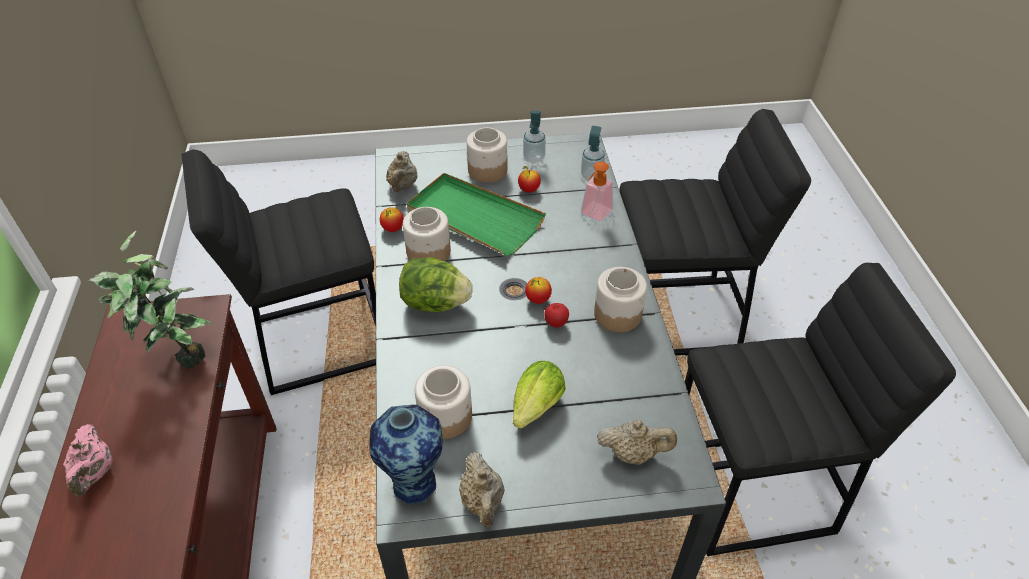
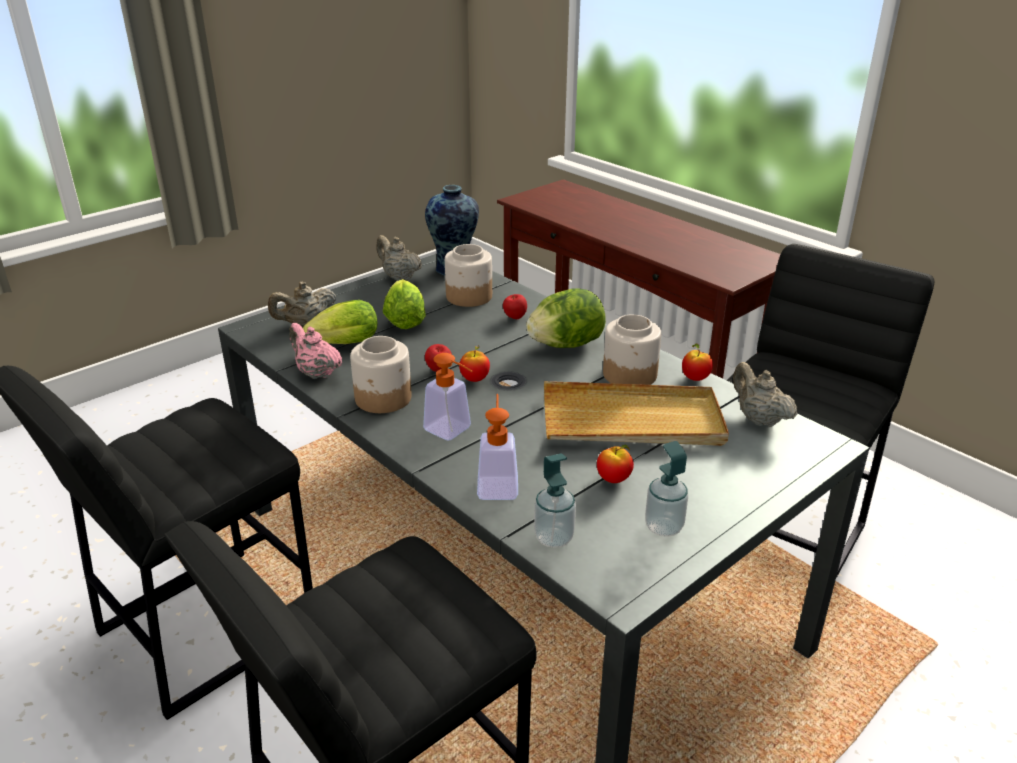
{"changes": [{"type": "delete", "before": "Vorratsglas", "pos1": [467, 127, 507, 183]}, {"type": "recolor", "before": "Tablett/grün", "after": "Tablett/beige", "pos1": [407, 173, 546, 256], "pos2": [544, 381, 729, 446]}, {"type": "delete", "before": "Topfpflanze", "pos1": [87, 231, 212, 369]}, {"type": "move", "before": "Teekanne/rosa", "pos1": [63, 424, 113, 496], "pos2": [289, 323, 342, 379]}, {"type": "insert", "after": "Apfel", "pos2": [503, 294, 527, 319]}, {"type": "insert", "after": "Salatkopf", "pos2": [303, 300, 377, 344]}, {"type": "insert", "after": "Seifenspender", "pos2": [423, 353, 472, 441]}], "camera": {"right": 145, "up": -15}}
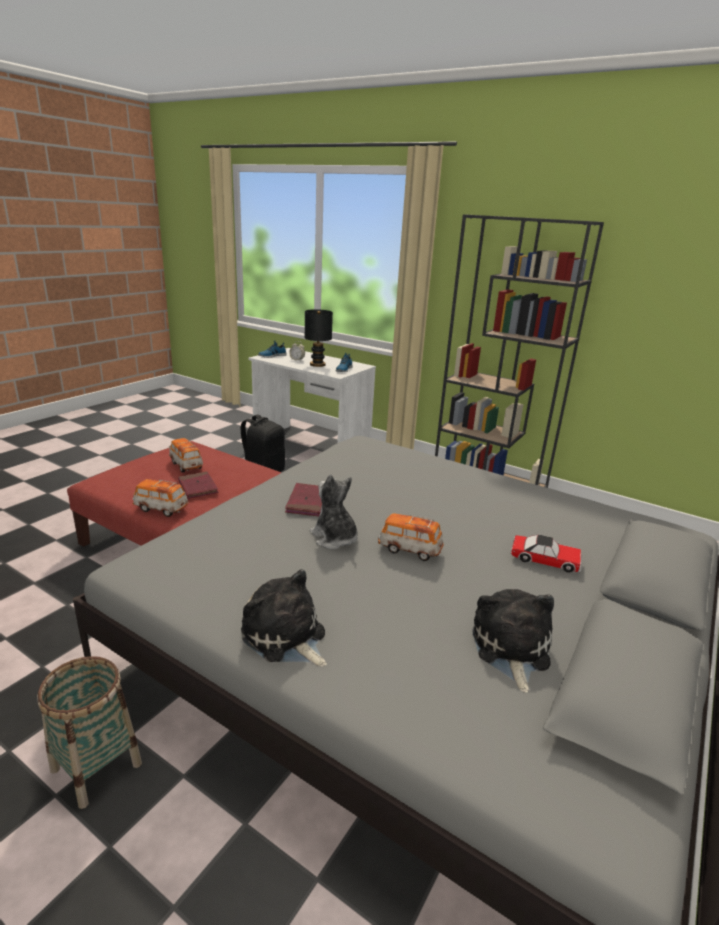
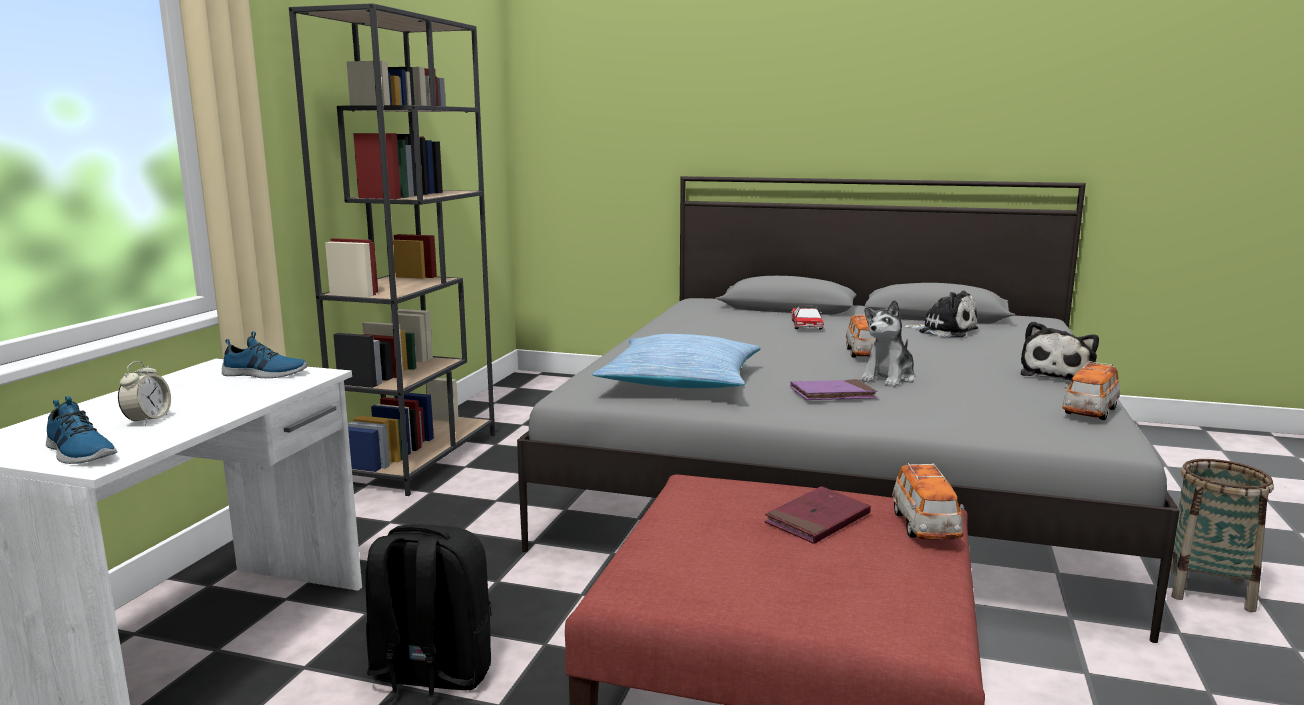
{"changes": [{"type": "delete", "before": "Tischlampe/schwarz", "pos1": [305, 309, 333, 367]}, {"type": "move", "before": "Spielzeugauto", "pos1": [169, 438, 203, 473], "pos2": [1062, 361, 1120, 420]}, {"type": "recolor", "before": "Buch/rot", "after": "Buch/lila", "pos1": [285, 483, 322, 517], "pos2": [790, 379, 878, 400]}, {"type": "rotate", "before": "Plüschtier", "pos1": [472, 589, 554, 693], "pos2": [903, 291, 978, 337], "turn": -135}, {"type": "insert", "after": "Kissen", "pos2": [592, 334, 761, 388]}], "camera": {"right": -105, "up": -10}}
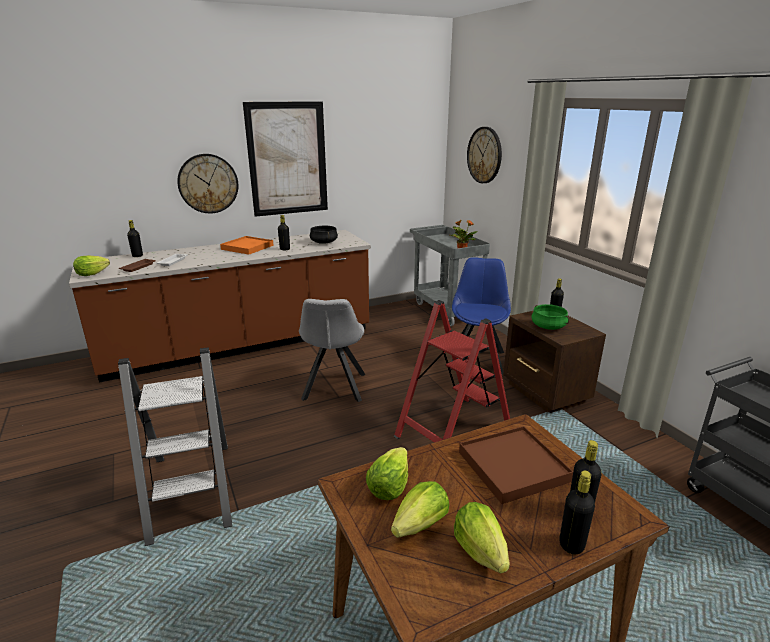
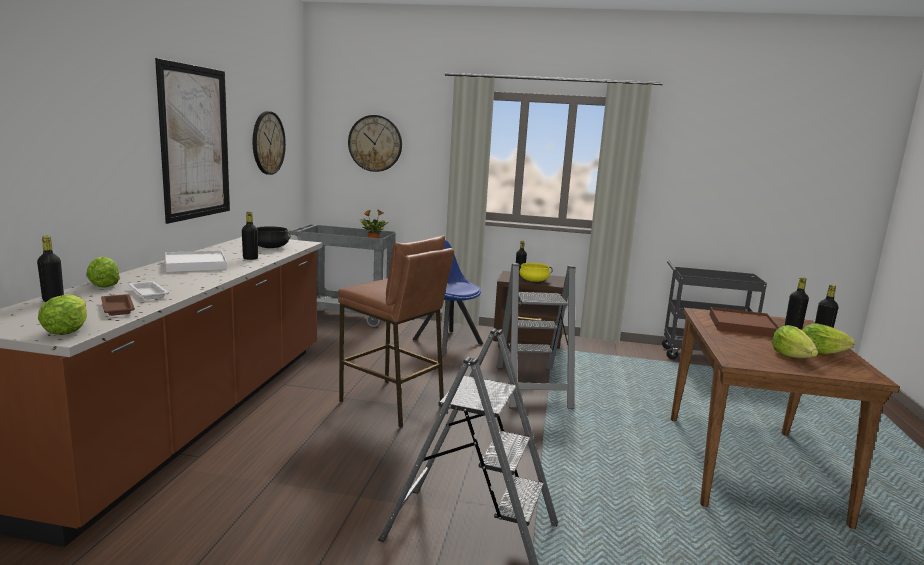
{"changes": [{"type": "move", "before": "Wanduhr", "pos1": [177, 154, 238, 213], "pos2": [253, 111, 286, 175]}, {"type": "recolor", "before": "Tablett/orange", "after": "Tablett/weiß", "pos1": [220, 236, 274, 255], "pos2": [165, 251, 227, 272]}, {"type": "replace", "before": "Stuhl/grau", "after": "Hocker/braun", "pos1": [299, 299, 366, 402], "pos2": [338, 236, 454, 427]}, {"type": "recolor", "before": "Trittleiter/rot", "after": "Trittleiter/grau", "pos1": [394, 300, 510, 443], "pos2": [497, 263, 576, 409]}, {"type": "recolor", "before": "Kochtopf/grün", "after": "Kochtopf/gelb", "pos1": [531, 304, 569, 330], "pos2": [519, 263, 553, 282]}, {"type": "move", "before": "Salatkopf", "pos1": [366, 447, 408, 500], "pos2": [86, 257, 120, 288]}], "camera": {"right": -55, "up": -10}}
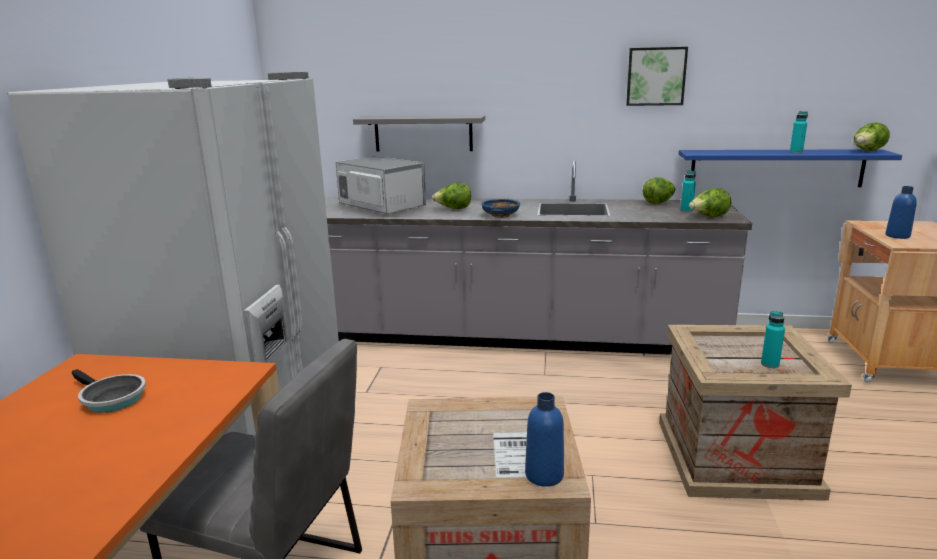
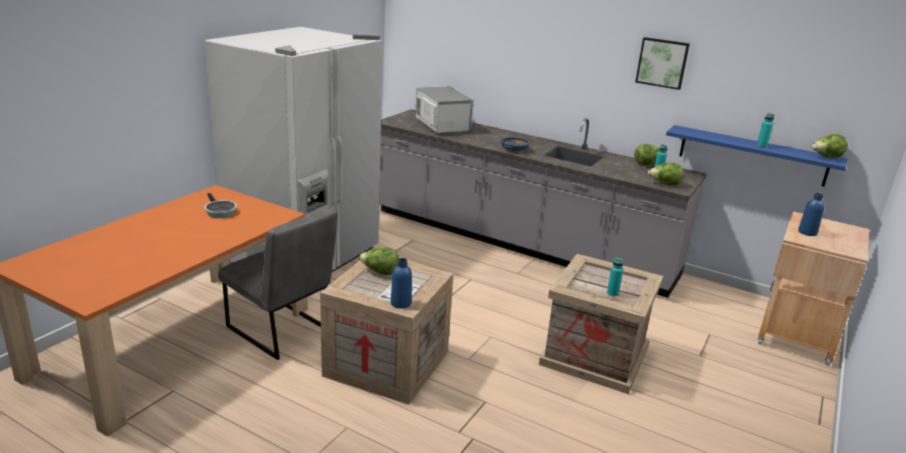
{"changes": [{"type": "delete", "before": "Wandregal/grau", "pos1": [353, 115, 485, 152]}, {"type": "move", "before": "Salatkopf", "pos1": [432, 183, 471, 209], "pos2": [359, 247, 399, 275]}], "camera": {"right": 20, "up": 5}}
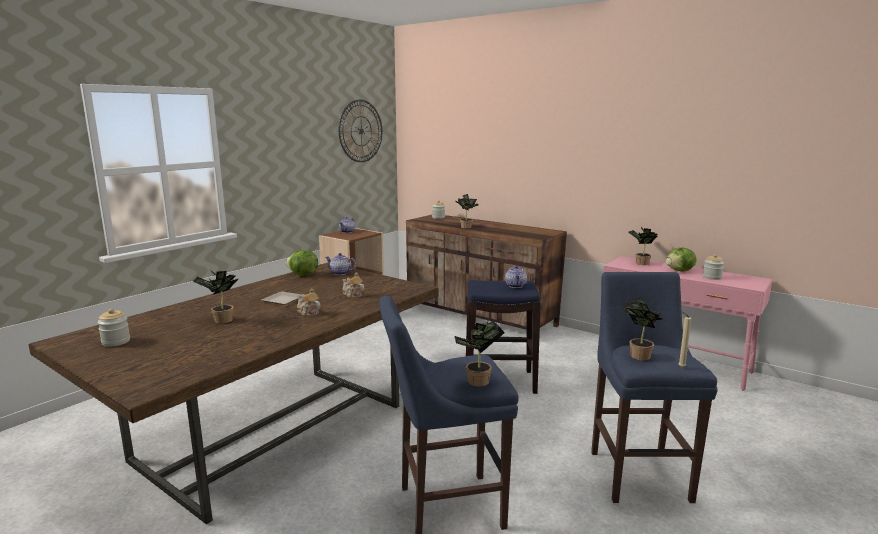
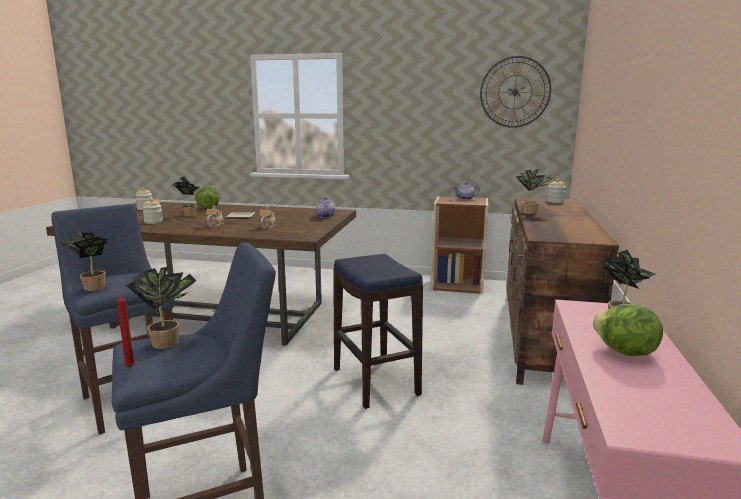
{"changes": [{"type": "move", "before": "Salatkopf", "pos1": [286, 250, 318, 276], "pos2": [195, 186, 219, 208]}, {"type": "move", "before": "Vorratsglas", "pos1": [703, 254, 724, 280], "pos2": [142, 198, 163, 224]}, {"type": "delete", "before": "Teekanne", "pos1": [505, 265, 527, 288]}, {"type": "recolor", "before": "Kerze/beige", "after": "Kerze/rot", "pos1": [679, 312, 691, 367], "pos2": [117, 289, 135, 368]}], "camera": {"right": 65, "up": 0}}
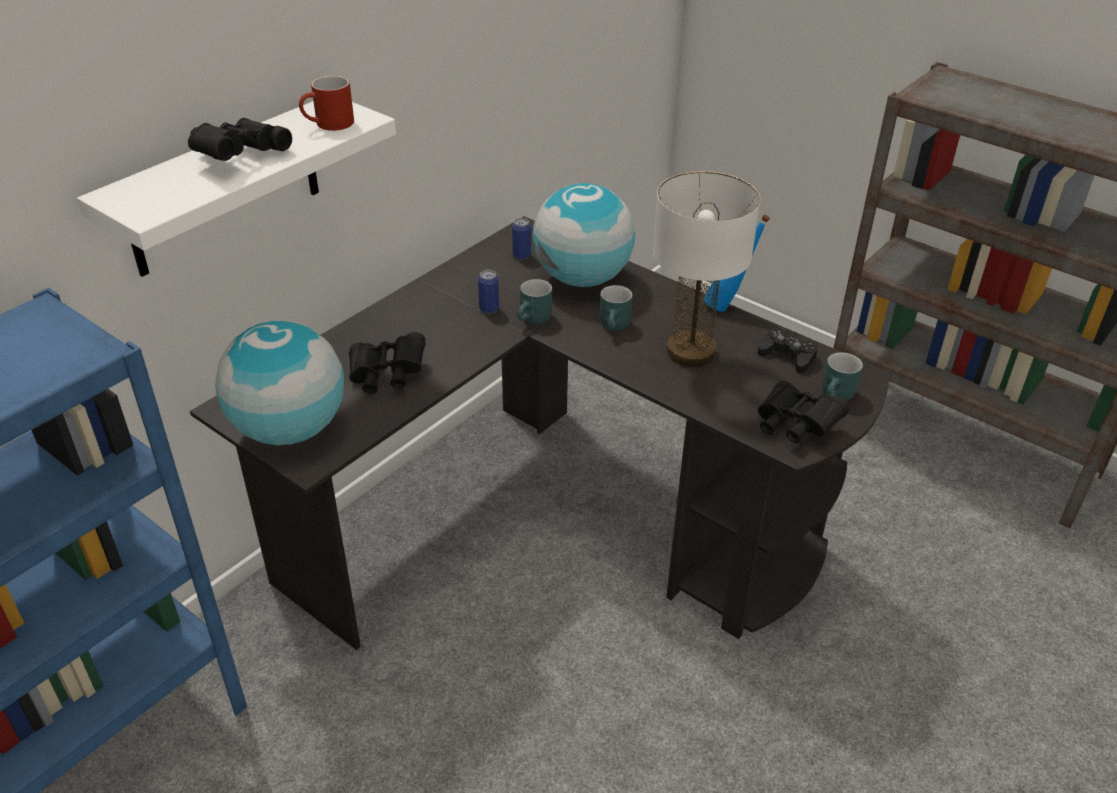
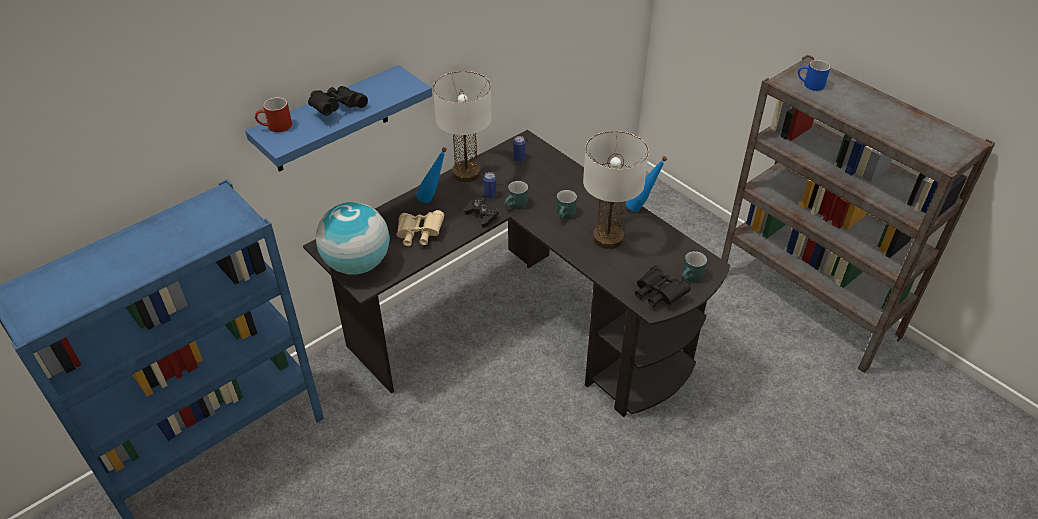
{"changes": [{"type": "move", "before": "Henkelbecher/rot", "pos1": [299, 75, 354, 131], "pos2": [255, 97, 292, 132]}, {"type": "recolor", "before": "Wandregal/weiß", "after": "Wandregal/blau", "pos1": [77, 101, 396, 277], "pos2": [245, 65, 432, 172]}, {"type": "delete", "before": "Globus", "pos1": [533, 183, 635, 287]}, {"type": "move", "before": "Gamepad/schwarz", "pos1": [758, 327, 818, 373], "pos2": [464, 198, 499, 228]}, {"type": "recolor", "before": "Fernglas/schwarz", "after": "Fernglas/beige", "pos1": [349, 332, 425, 394], "pos2": [397, 210, 444, 246]}, {"type": "insert", "after": "Henkelbecher/blau", "pos2": [798, 60, 831, 91]}, {"type": "insert", "after": "Tischlampe", "pos2": [433, 71, 492, 182]}, {"type": "insert", "after": "Flasche/blau", "pos2": [416, 147, 447, 203]}], "camera": {"right": 10, "up": 5}}
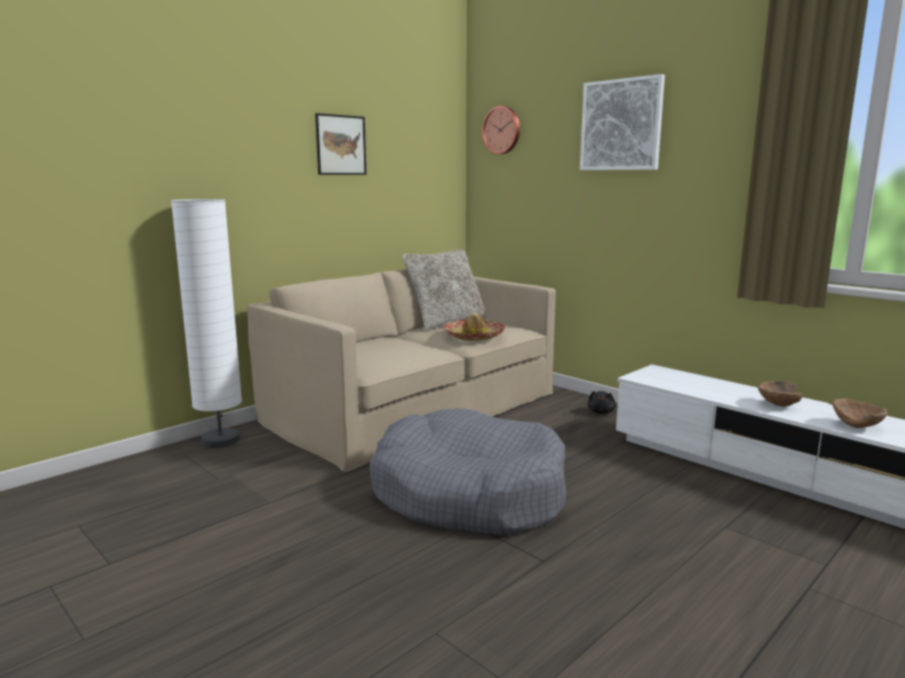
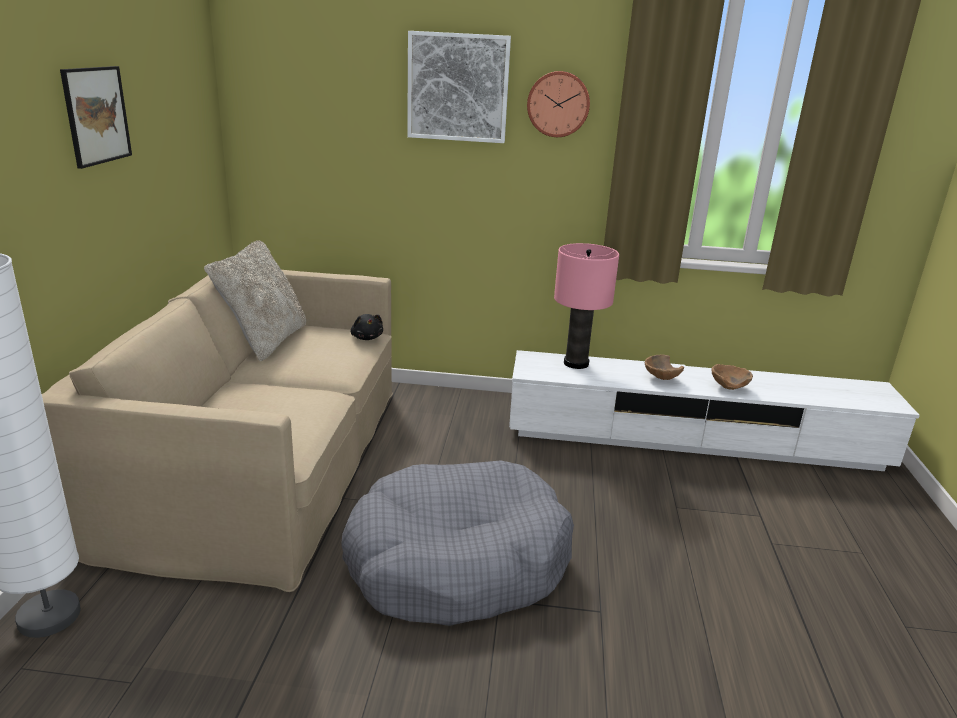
{"changes": [{"type": "move", "before": "Wanduhr", "pos1": [482, 106, 520, 154], "pos2": [527, 71, 590, 137]}, {"type": "delete", "before": "Hut", "pos1": [444, 313, 506, 341]}, {"type": "move", "before": "Plüschtier/schwarz", "pos1": [588, 391, 616, 414], "pos2": [350, 314, 383, 340]}, {"type": "insert", "after": "Tischlampe/rosa", "pos2": [554, 243, 619, 369]}], "camera": {"right": -40, "up": 10}}
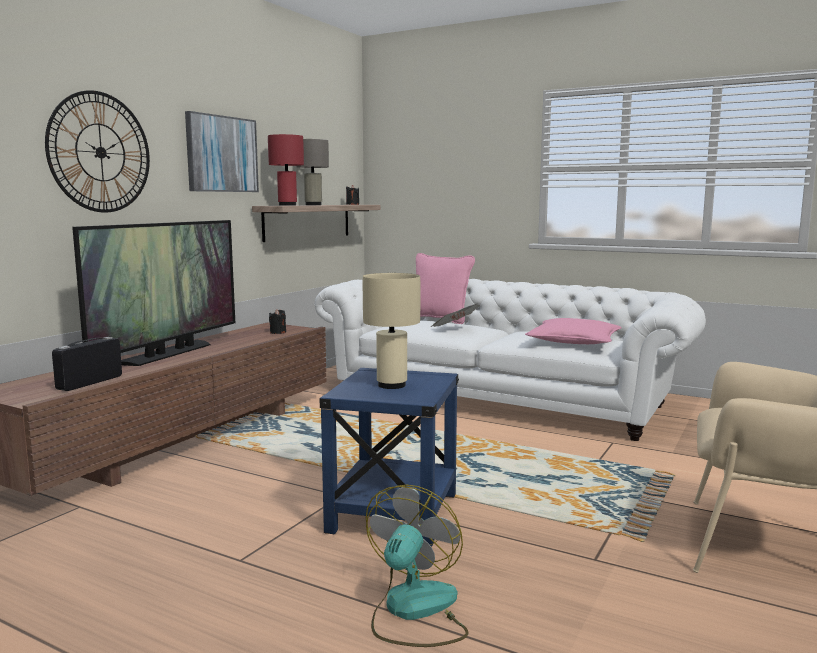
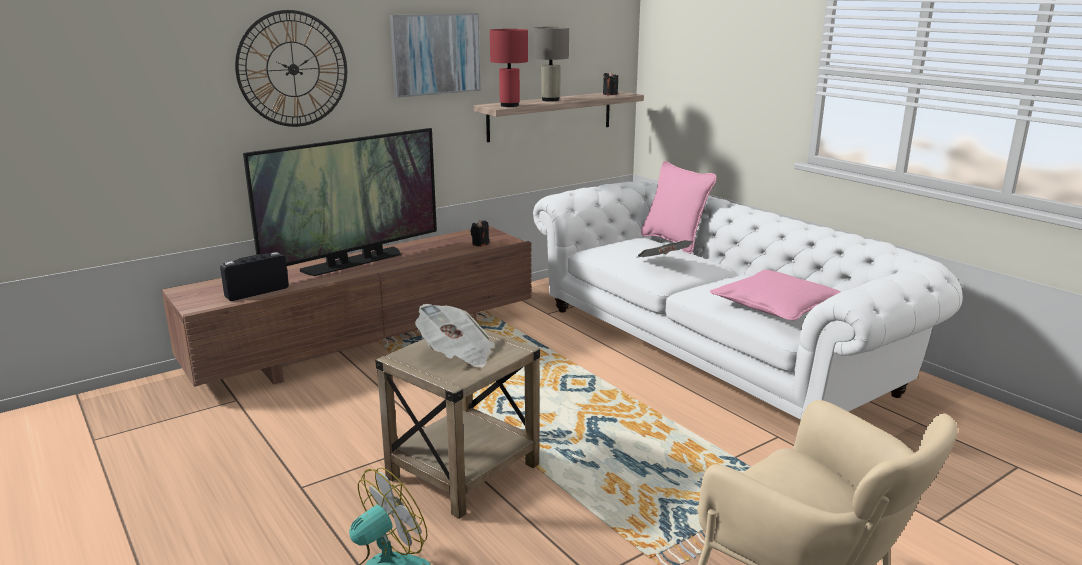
{"changes": [{"type": "replace", "before": "Tischlampe/beige", "after": "Zeitung", "pos1": [363, 273, 420, 389], "pos2": [415, 304, 495, 368]}, {"type": "recolor", "before": "Beistelltisch/blau", "after": "Beistelltisch/beige", "pos1": [320, 368, 459, 547], "pos2": [375, 329, 540, 519]}], "camera": {"right": 25, "up": 10}}
